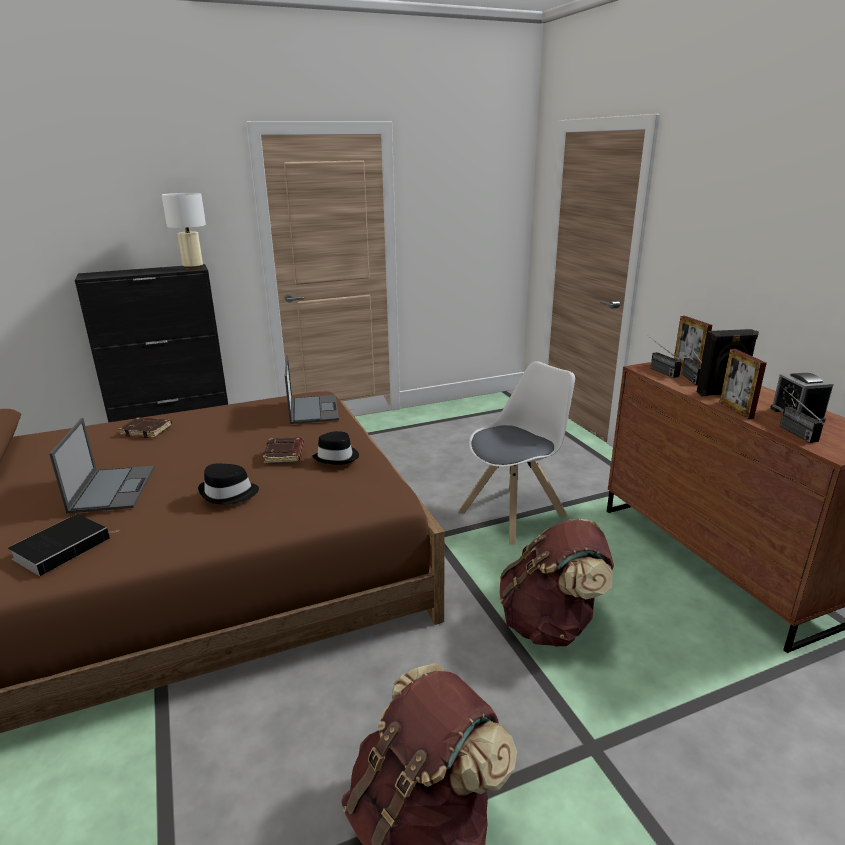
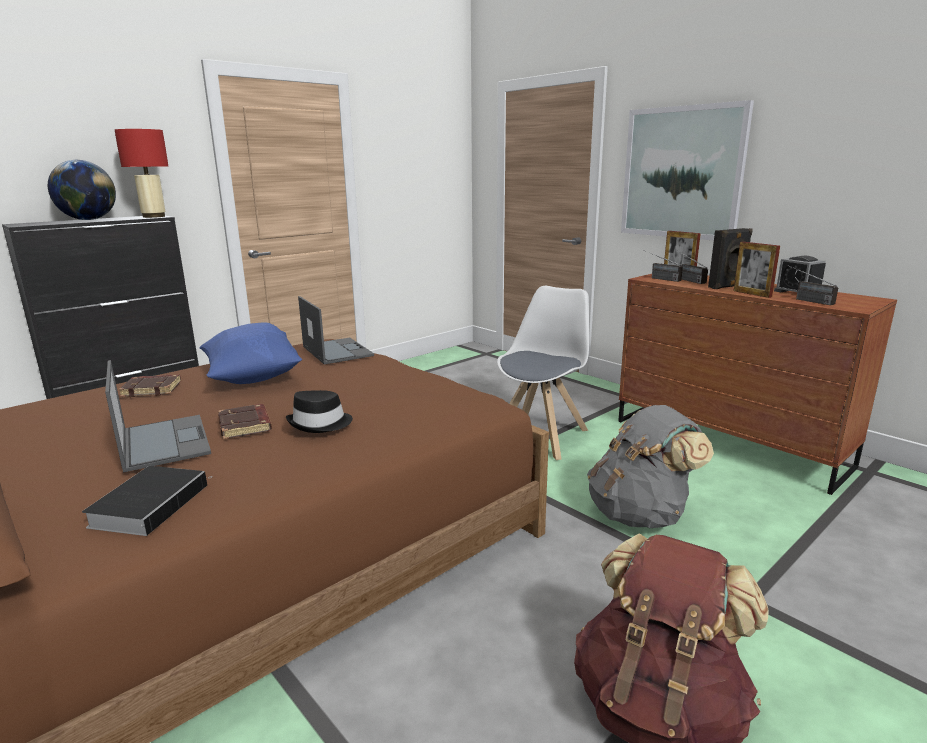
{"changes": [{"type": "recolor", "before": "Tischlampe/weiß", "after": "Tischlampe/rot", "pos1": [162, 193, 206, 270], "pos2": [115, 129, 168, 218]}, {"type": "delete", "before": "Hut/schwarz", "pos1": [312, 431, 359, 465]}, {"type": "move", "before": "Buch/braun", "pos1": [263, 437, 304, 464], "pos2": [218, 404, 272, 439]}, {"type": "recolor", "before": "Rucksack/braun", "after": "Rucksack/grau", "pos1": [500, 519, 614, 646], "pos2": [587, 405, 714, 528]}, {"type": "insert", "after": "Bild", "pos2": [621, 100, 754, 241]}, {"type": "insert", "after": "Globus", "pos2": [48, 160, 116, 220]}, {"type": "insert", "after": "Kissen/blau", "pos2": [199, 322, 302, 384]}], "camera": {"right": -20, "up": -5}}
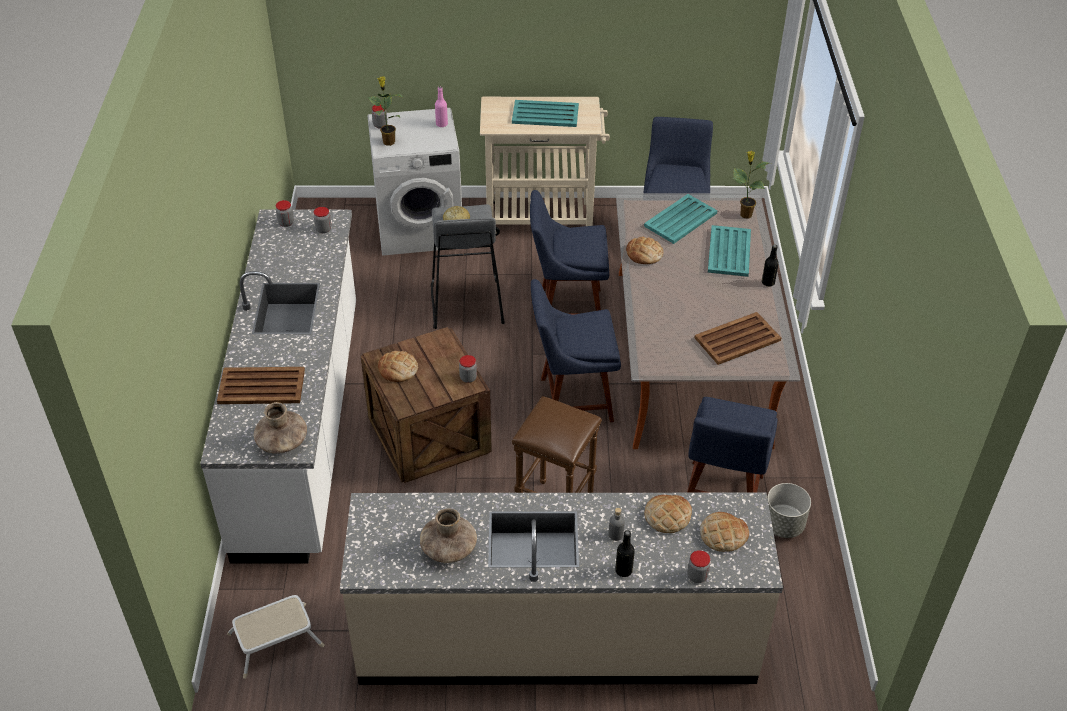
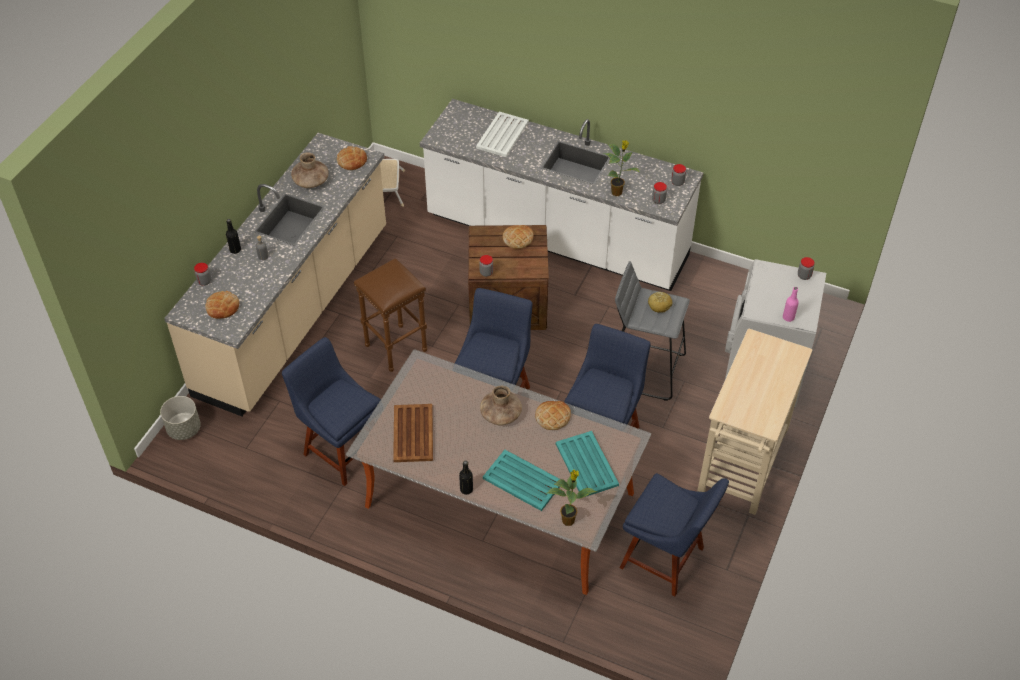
{"changes": [{"type": "move", "before": "Topfpflanze", "pos1": [368, 77, 404, 146], "pos2": [603, 140, 640, 196]}, {"type": "delete", "before": "Tablett/türkis", "pos1": [512, 100, 579, 127]}, {"type": "recolor", "before": "Tablett/braun", "after": "Tablett/weiß", "pos1": [217, 367, 305, 404], "pos2": [476, 112, 529, 157]}, {"type": "move", "before": "Vase/braun", "pos1": [254, 402, 307, 454], "pos2": [480, 386, 522, 425]}, {"type": "move", "before": "Pflanzkübel/grau", "pos1": [767, 483, 811, 538], "pos2": [160, 396, 201, 440]}, {"type": "move", "before": "Brot", "pos1": [645, 495, 692, 533], "pos2": [337, 146, 367, 170]}], "camera": {"right": 115, "up": 5}}
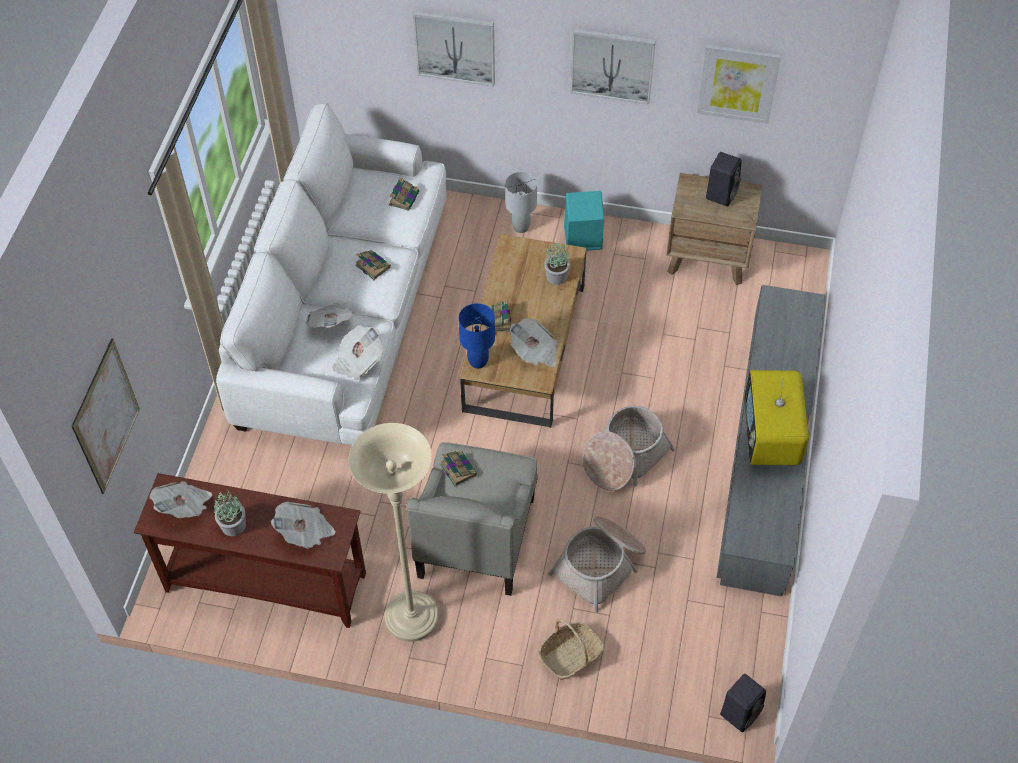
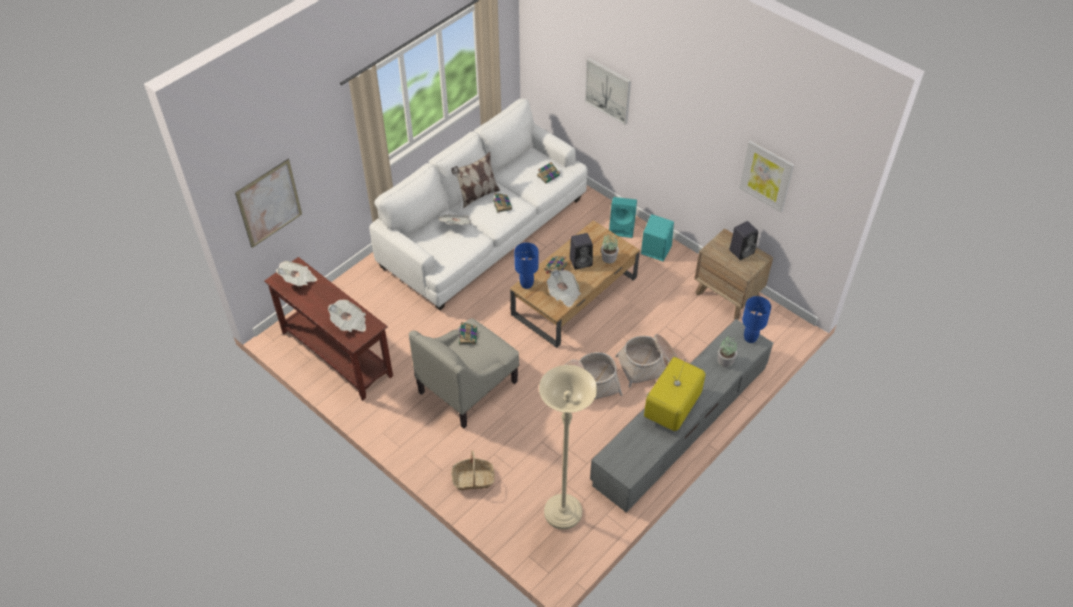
{"changes": [{"type": "delete", "before": "Bild", "pos1": [570, 29, 656, 105]}, {"type": "replace", "before": "Tischlampe/grau", "after": "Lautsprecher/türkis", "pos1": [505, 172, 537, 233], "pos2": [609, 197, 637, 238]}, {"type": "delete", "before": "Zeitung", "pos1": [332, 325, 383, 380]}, {"type": "move", "before": "Stehlampe/beige", "pos1": [349, 423, 439, 642], "pos2": [539, 365, 597, 530]}, {"type": "move", "before": "Topfpflanze", "pos1": [214, 490, 246, 536], "pos2": [718, 335, 737, 367]}, {"type": "move", "before": "Korb", "pos1": [548, 516, 646, 613], "pos2": [615, 334, 678, 388]}, {"type": "move", "before": "Lautsprecher/schwarz", "pos1": [720, 674, 766, 732], "pos2": [570, 233, 593, 270]}, {"type": "insert", "after": "Kissen", "pos2": [451, 152, 500, 209]}, {"type": "insert", "after": "Tischlampe/blau", "pos2": [742, 296, 771, 343]}], "camera": {"right": 30, "up": -5}}
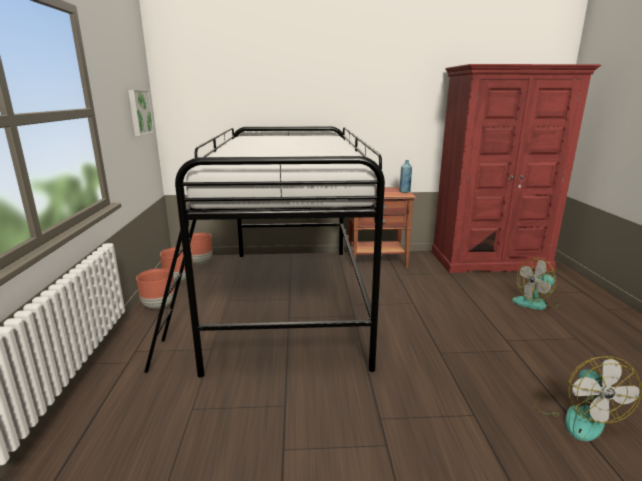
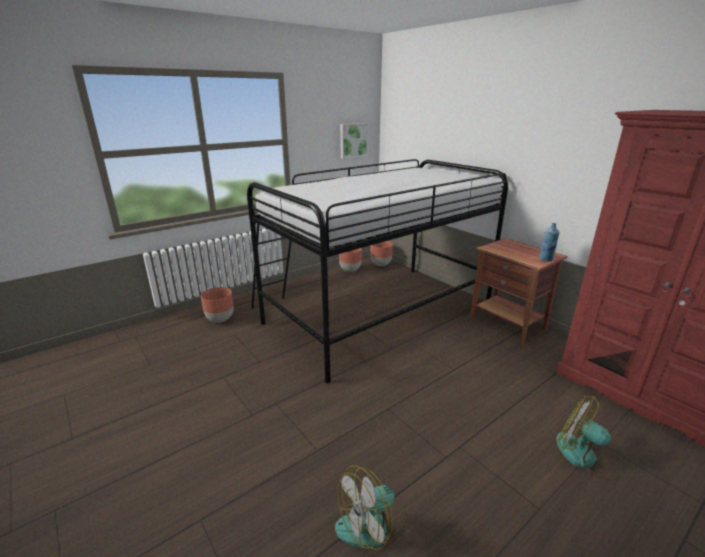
{"changes": [{"type": "move", "before": "Pflanzkübel/braun", "pos1": [136, 268, 175, 310], "pos2": [201, 287, 234, 323]}], "camera": {"right": 55, "up": 5}}
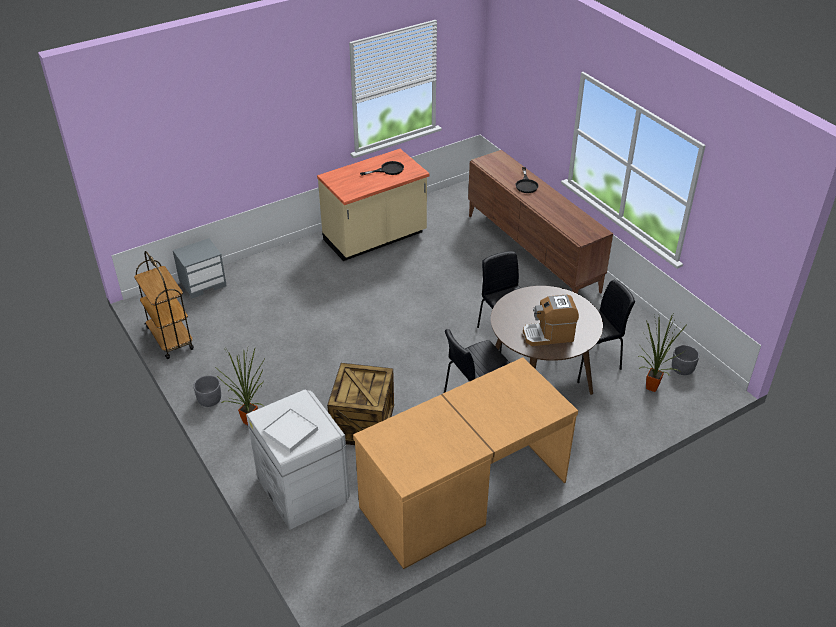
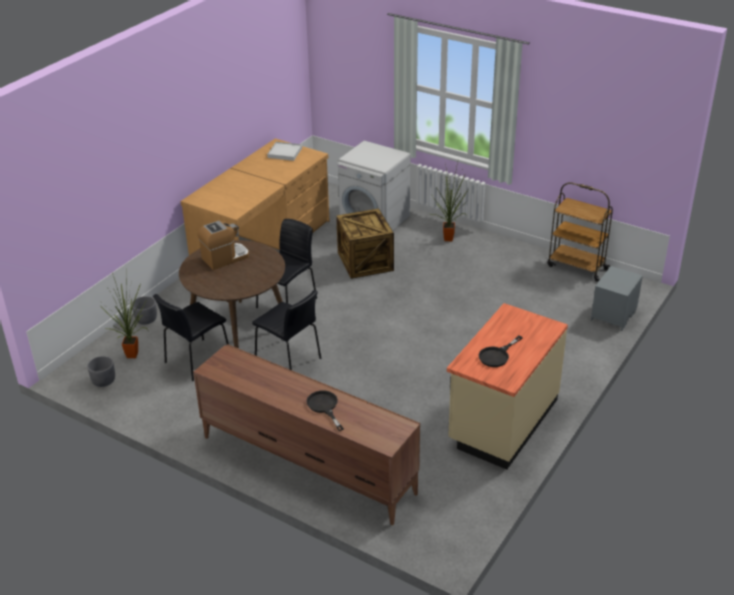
{"changes": [{"type": "move", "before": "Pflanzkübel/grau", "pos1": [193, 375, 221, 407], "pos2": [132, 296, 157, 325]}, {"type": "move", "before": "Tablett/weiß", "pos1": [263, 408, 318, 453], "pos2": [267, 142, 302, 161]}], "camera": {"right": 155, "up": -5}}
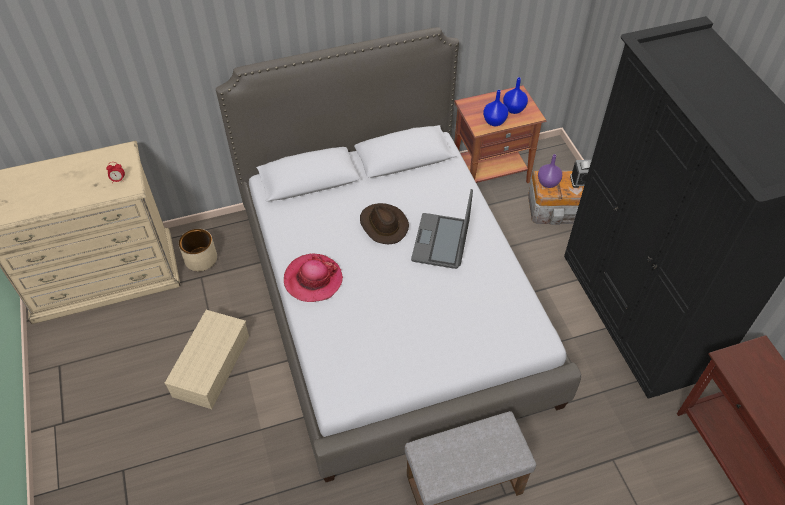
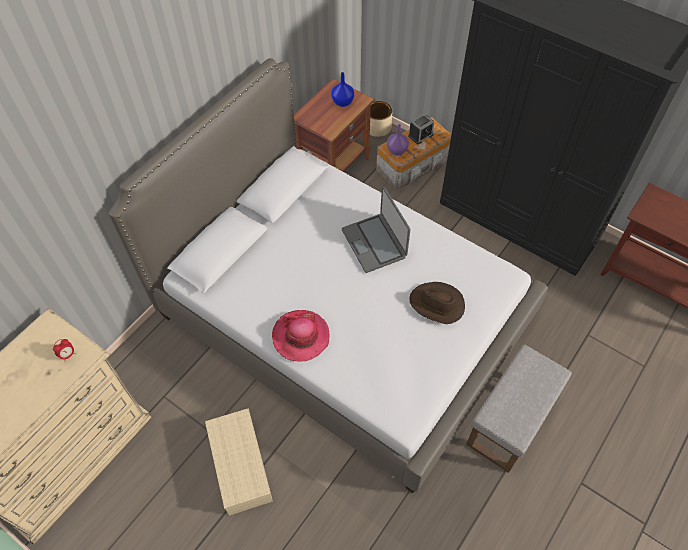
{"changes": [{"type": "delete", "before": "Vase/blau", "pos1": [483, 90, 508, 126]}, {"type": "move", "before": "Hut/braun", "pos1": [360, 203, 409, 244], "pos2": [409, 282, 465, 324]}, {"type": "move", "before": "Pflanzkübel/beige", "pos1": [179, 229, 217, 271], "pos2": [370, 101, 392, 137]}], "camera": {"right": -35, "up": 5}}
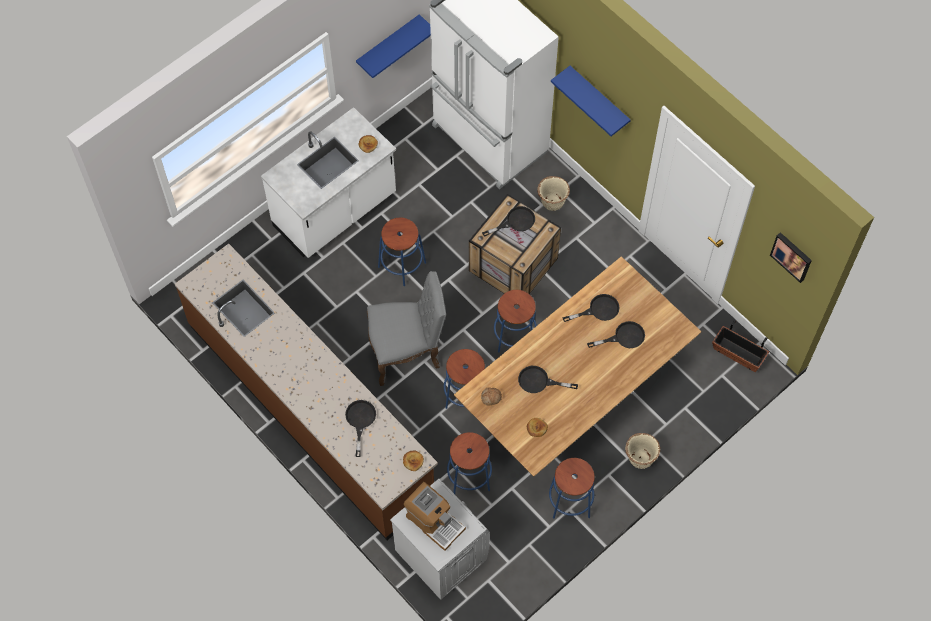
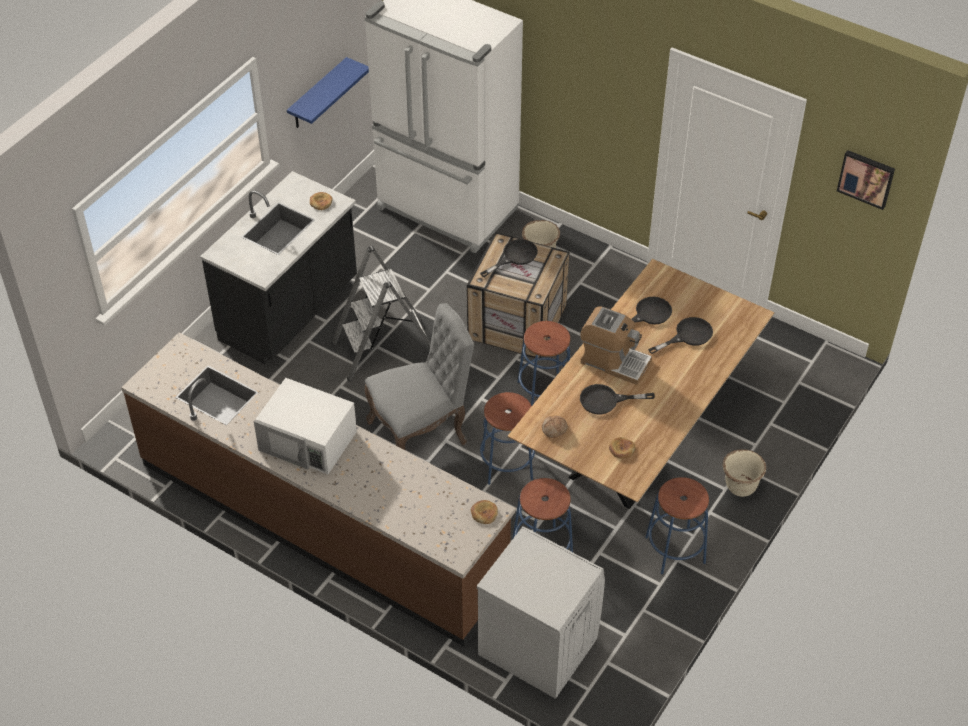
{"changes": [{"type": "delete", "before": "Wandregal/blau", "pos1": [551, 66, 631, 136]}, {"type": "recolor", "before": "Küchenzeile/weiß", "after": "Küchenzeile/schwarz", "pos1": [261, 107, 396, 258], "pos2": [200, 171, 357, 364]}, {"type": "replace", "before": "Hocker/blau", "after": "Trittleiter/grau", "pos1": [378, 218, 426, 286], "pos2": [331, 246, 431, 382]}, {"type": "delete", "before": "Pflanzkübel", "pos1": [712, 319, 769, 372]}, {"type": "delete", "before": "Pfanne/schwarz", "pos1": [345, 400, 376, 457]}, {"type": "move", "before": "Kaffeemaschine", "pos1": [404, 482, 466, 551], "pos2": [580, 306, 652, 385]}, {"type": "insert", "after": "Mikrowelle/weiß", "pos2": [254, 378, 357, 474]}], "camera": {"right": -15, "up": -15}}
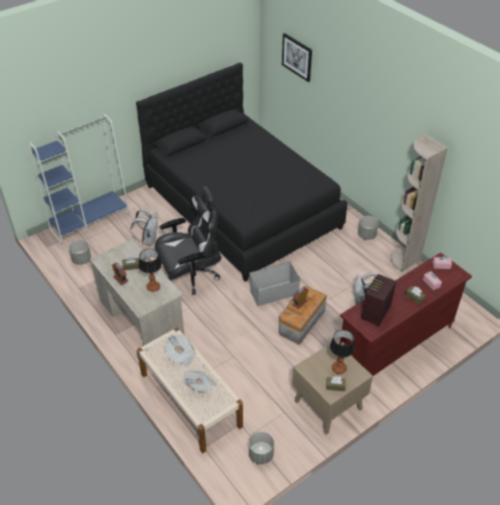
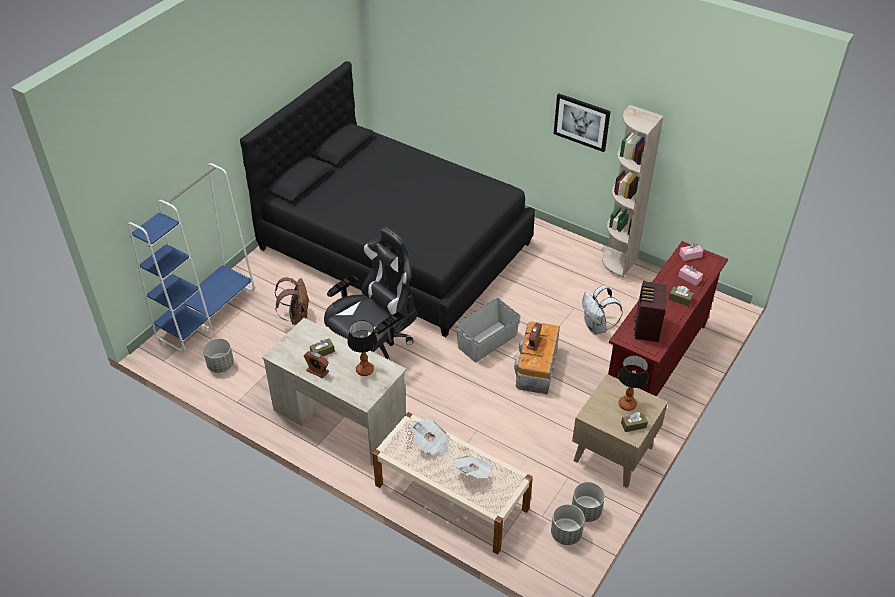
{"changes": [{"type": "move", "before": "Bild", "pos1": [282, 33, 312, 82], "pos2": [554, 93, 611, 152]}, {"type": "recolor", "before": "Rucksack/weiß", "after": "Rucksack/braun", "pos1": [131, 209, 158, 246], "pos2": [275, 277, 309, 325]}, {"type": "move", "before": "Pflanzkübel/grau", "pos1": [358, 216, 379, 240], "pos2": [572, 482, 605, 522]}], "camera": {"right": -20, "up": 0}}
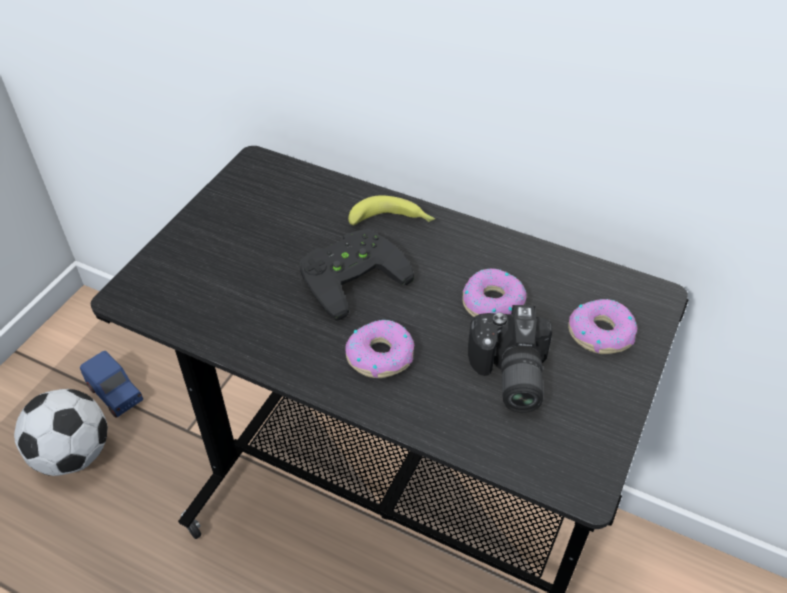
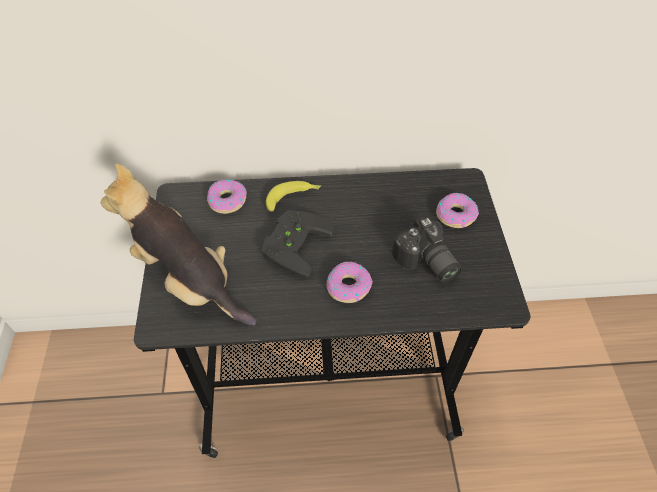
{"changes": [{"type": "move", "before": "Donut", "pos1": [462, 269, 526, 317], "pos2": [207, 179, 247, 214]}, {"type": "delete", "before": "Spielzeugauto/blau", "pos1": [80, 351, 143, 418]}, {"type": "delete", "before": "Fußball", "pos1": [14, 389, 108, 476]}, {"type": "insert", "after": "Plüschtier", "pos2": [101, 164, 257, 326]}], "camera": {"right": -30, "up": 5}}
